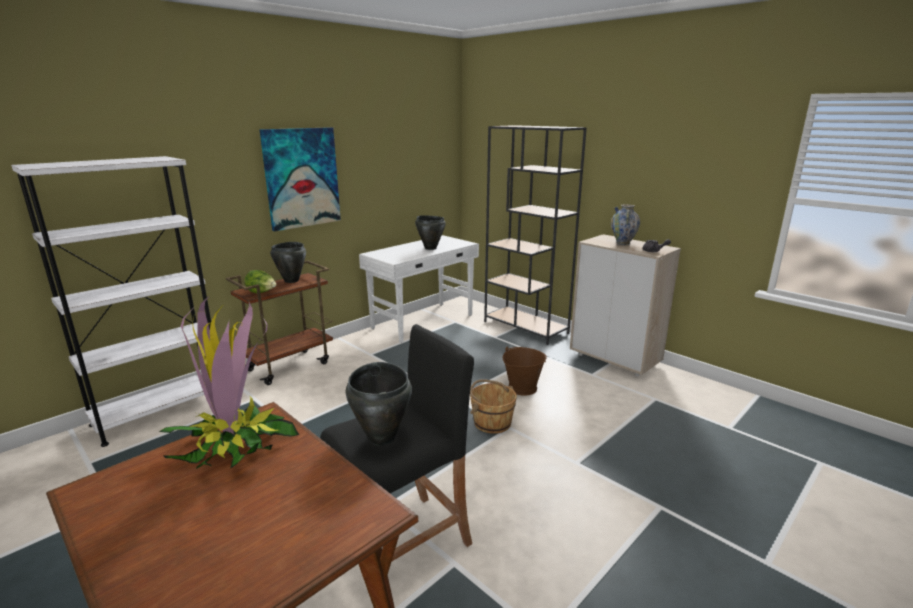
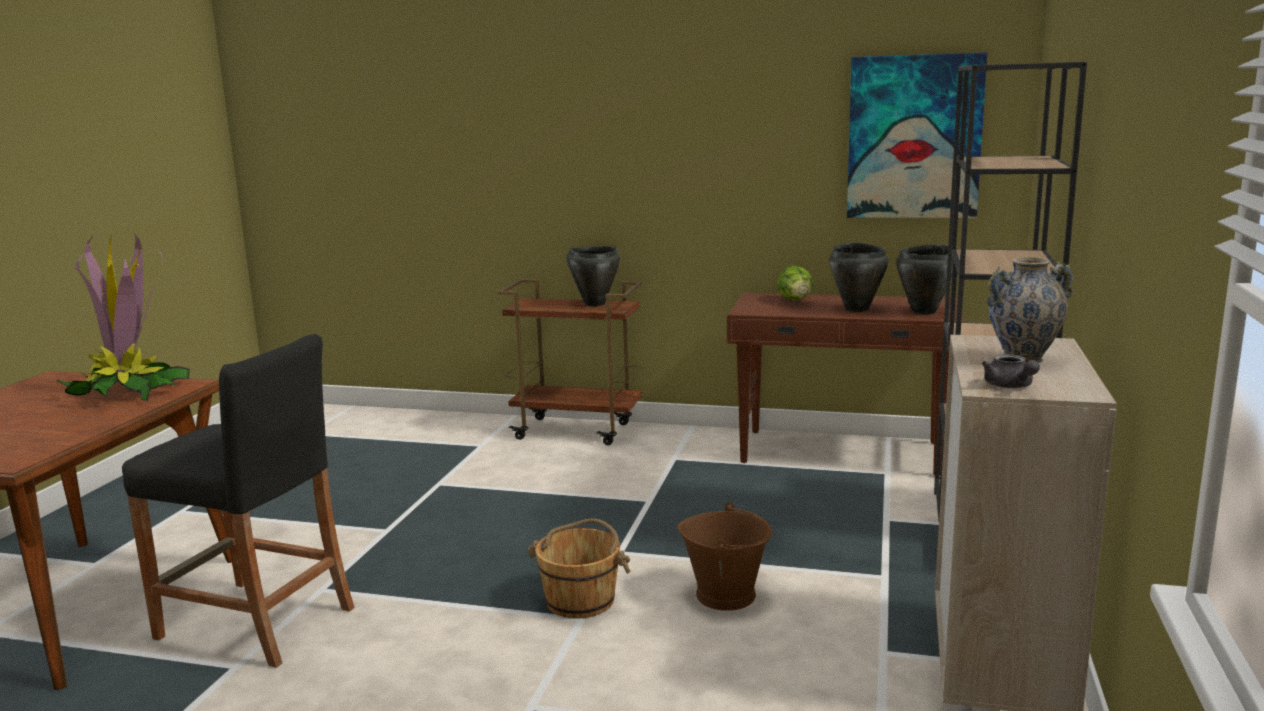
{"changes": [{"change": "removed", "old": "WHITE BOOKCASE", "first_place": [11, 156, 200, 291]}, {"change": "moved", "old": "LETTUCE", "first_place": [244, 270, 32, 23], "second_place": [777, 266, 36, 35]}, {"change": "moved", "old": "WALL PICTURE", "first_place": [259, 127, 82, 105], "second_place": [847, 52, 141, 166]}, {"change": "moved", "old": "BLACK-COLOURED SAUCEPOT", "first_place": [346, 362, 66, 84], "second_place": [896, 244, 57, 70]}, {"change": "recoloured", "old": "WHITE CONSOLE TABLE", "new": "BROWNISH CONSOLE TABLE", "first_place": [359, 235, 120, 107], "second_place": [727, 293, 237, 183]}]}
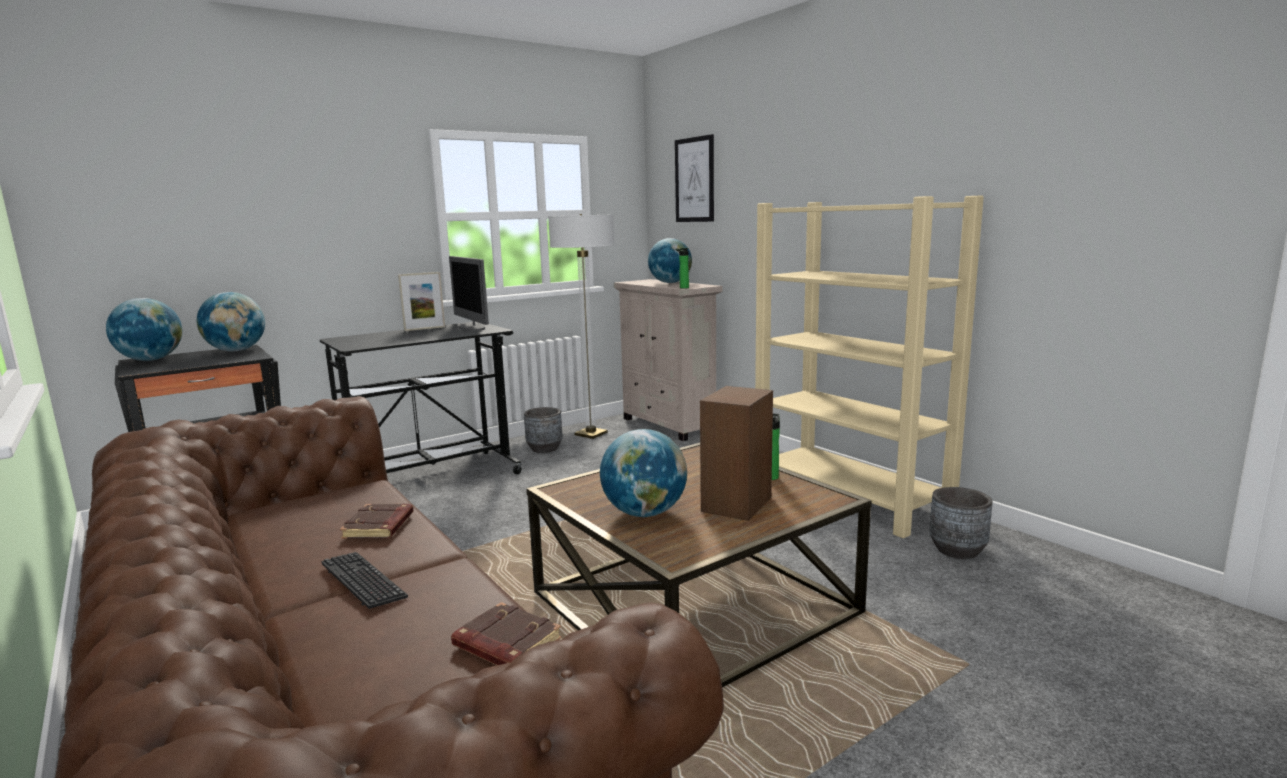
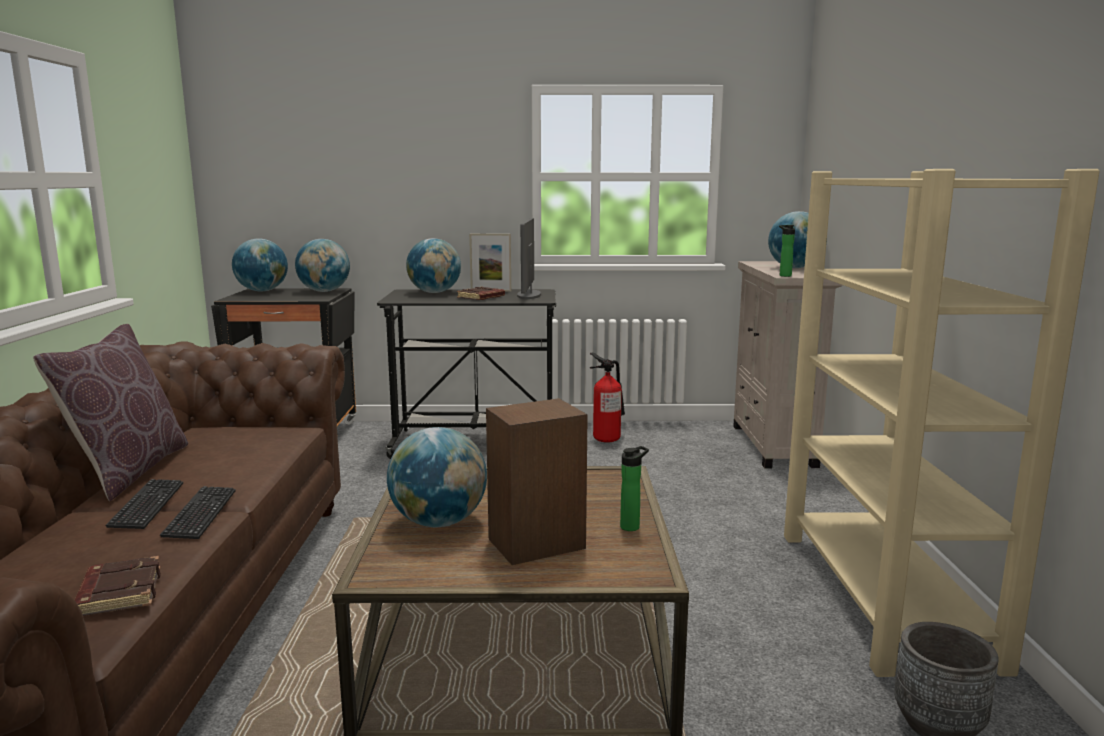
{"changes": [{"change": "moved", "old": "BROWNISH VOLUME", "first_place": [340, 504, 73, 35], "second_place": [457, 287, 48, 13]}, {"change": "replaced", "old": "GREY PLANT POT", "new": "FIRE-FIGHTING CYLINDER", "first_place": [524, 407, 38, 46], "second_place": [590, 353, 35, 90]}, {"change": "removed", "old": "STANDARD LAMP", "first_place": [548, 214, 67, 225]}, {"change": "removed", "old": "WALL PICTURE", "first_place": [675, 134, 39, 88]}, {"change": "added", "new": "BROWNISH PILLOW", "second_place": [33, 324, 155, 177]}, {"change": "added", "new": "COMPUTER KEYBOARD", "second_place": [160, 486, 76, 53]}, {"change": "added", "new": "WORLD GLOBE", "second_place": [406, 238, 55, 55]}]}
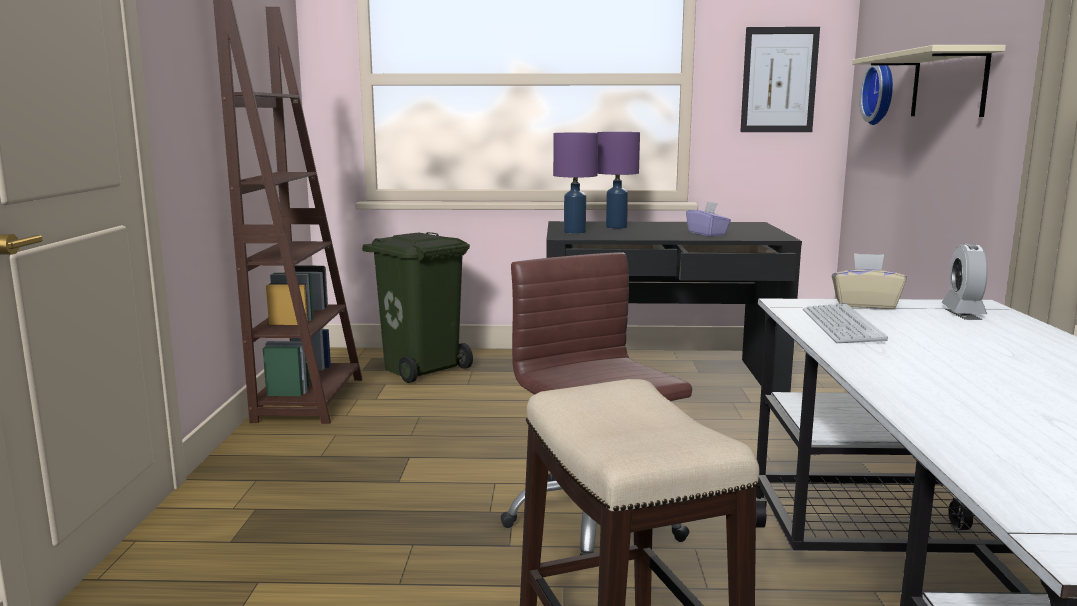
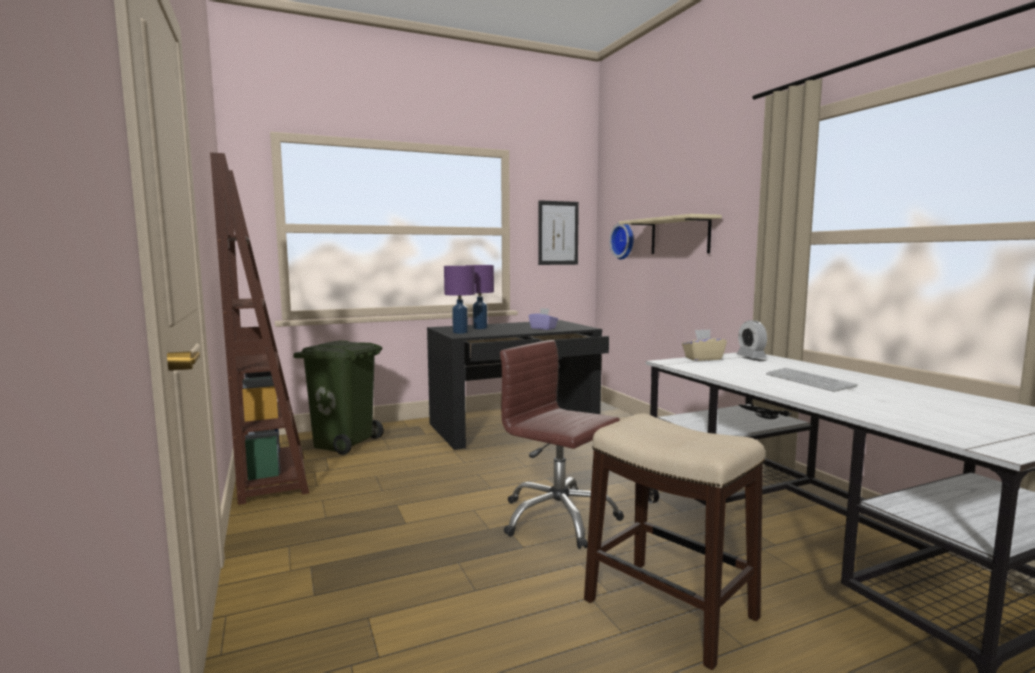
{"changes": [{"change": "moved", "old": "COMPUTER KEYBOARD", "first_place": [803, 303, 85, 40], "second_place": [766, 368, 91, 24]}]}
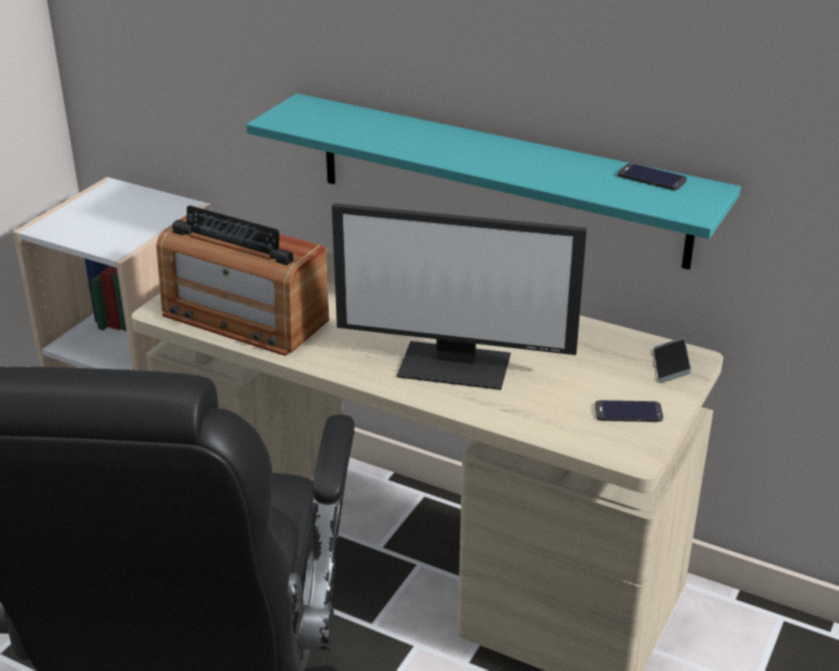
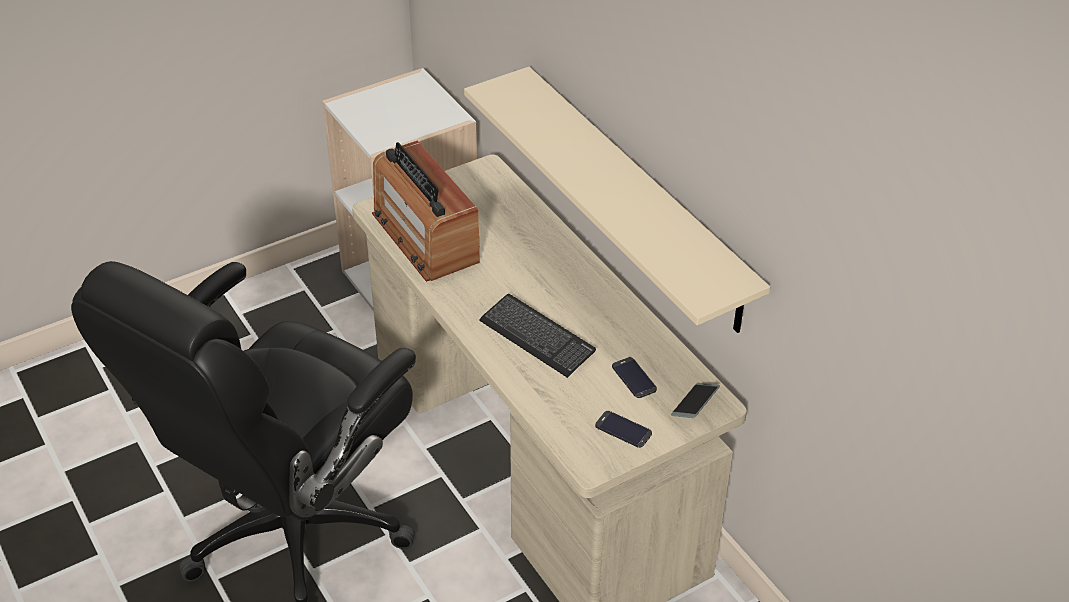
{"changes": [{"change": "recoloured", "old": "BLUE-GREEN SHELF", "new": "SAND-COLOURED SHELF", "first_place": [246, 93, 495, 177], "second_place": [464, 67, 306, 266]}, {"change": "replaced", "old": "MONITOR", "new": "COMPUTER KEYBOARD", "first_place": [332, 203, 255, 187], "second_place": [479, 294, 117, 84]}, {"change": "moved", "old": "HANDSET", "first_place": [618, 163, 69, 27], "second_place": [612, 357, 45, 41]}]}
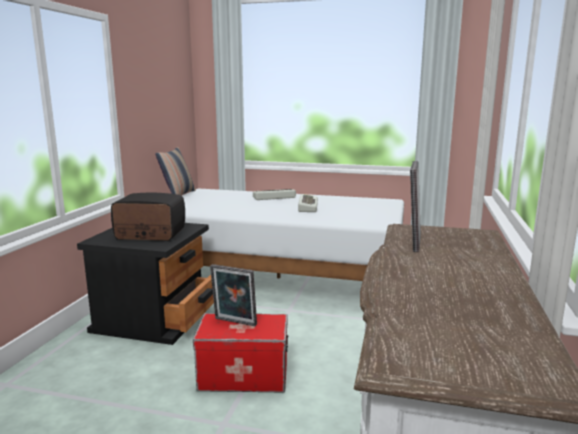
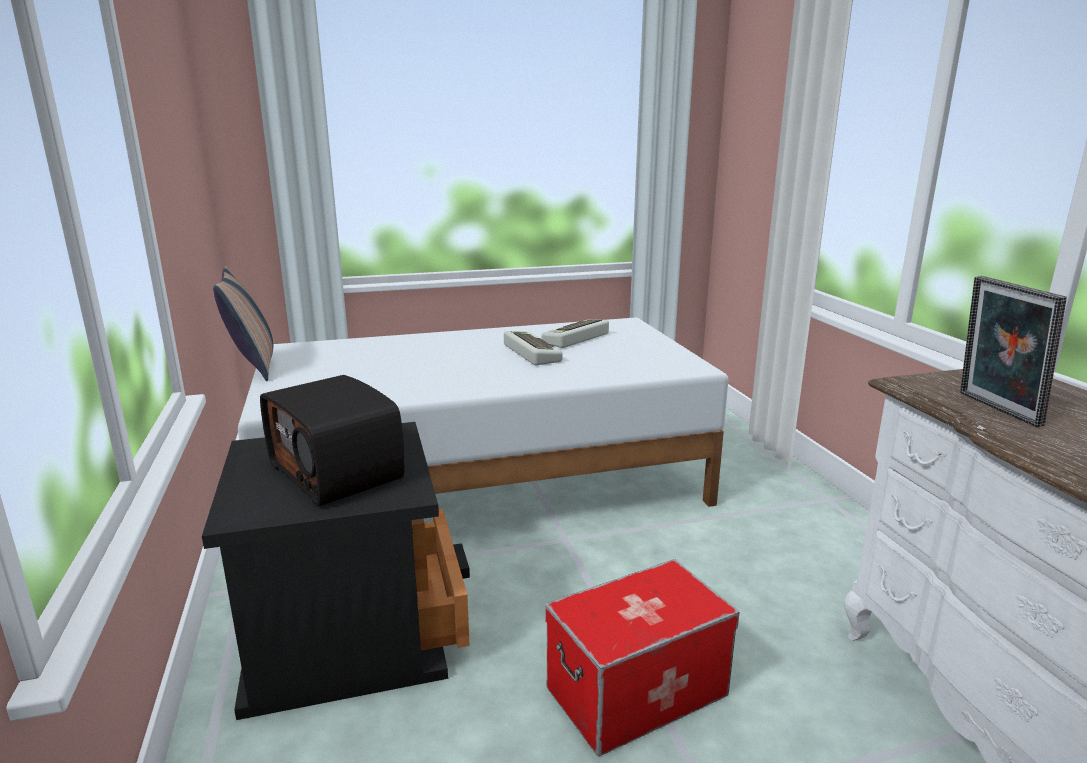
{"changes": [{"change": "turned", "old": "RADIO SET", "first_place": [111, 193, 74, 48], "second_place": [260, 375, 145, 132], "degrees": -105}, {"change": "removed", "old": "PICTURE FRAME", "first_place": [210, 264, 47, 62]}, {"change": "moved", "old": "COMPUTER KEYBOARD", "first_place": [253, 189, 43, 11], "second_place": [541, 319, 68, 29]}]}
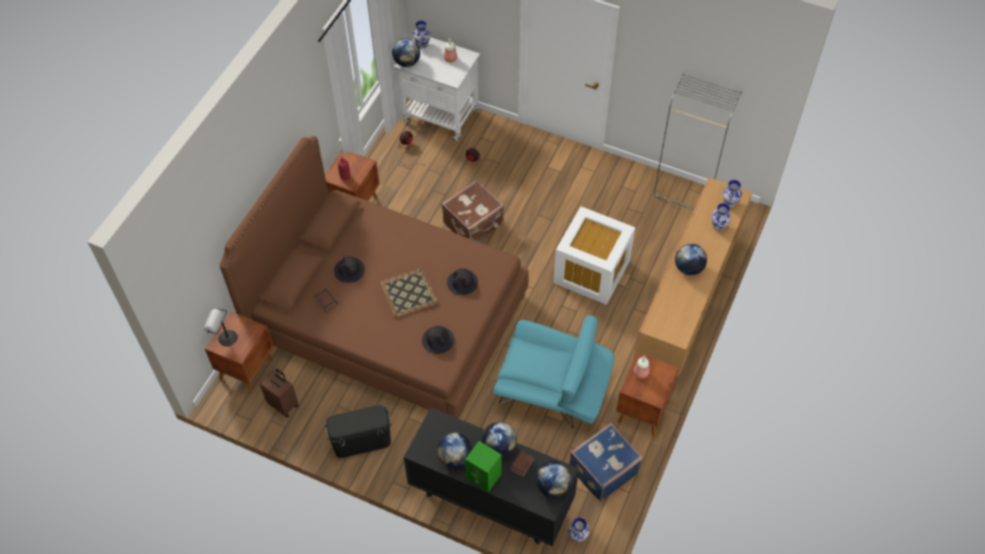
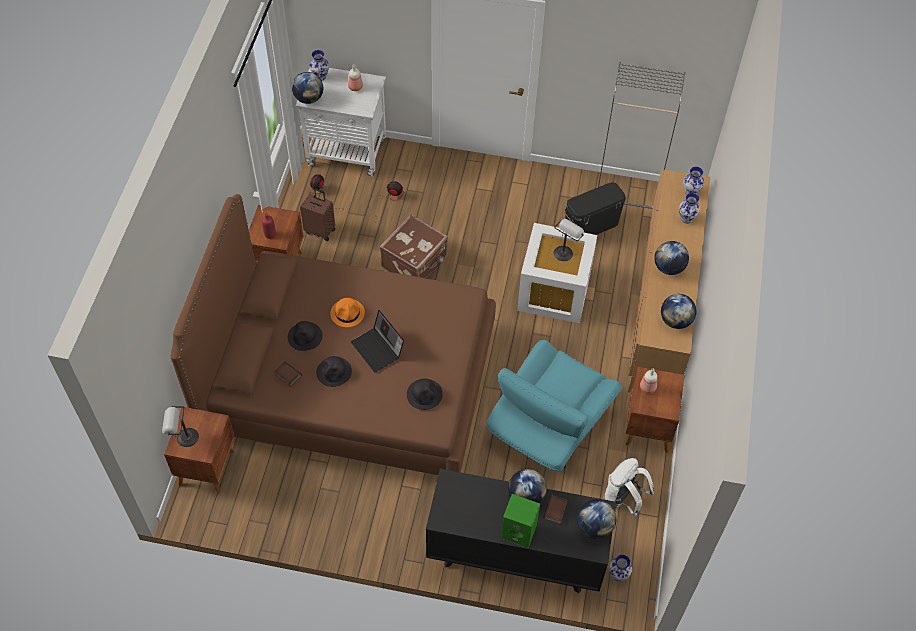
{"changes": [{"change": "moved", "old": "BROWNISH SUITCASE", "first_place": [260, 369, 39, 49], "second_place": [300, 188, 35, 53]}, {"change": "moved", "old": "BLACK-COLOURED STORAGE CONTAINER", "first_place": [325, 405, 67, 53], "second_place": [565, 182, 61, 53]}, {"change": "replaced", "old": "CARRYING TRAY", "new": "NOTEBOOK COMPUTER", "first_place": [380, 268, 58, 50], "second_place": [351, 310, 53, 62]}, {"change": "moved", "old": "WORLD GLOBE", "first_place": [437, 433, 36, 35], "second_place": [661, 294, 35, 35]}, {"change": "moved", "old": "BLACK-COLOURED WEARABLE HAT", "first_place": [447, 268, 31, 27], "second_place": [316, 356, 36, 31]}, {"change": "turned", "old": "BLUE-GREEN ARMCHAIR", "first_place": [493, 315, 121, 113], "second_place": [486, 340, 136, 132], "degrees": 120}, {"change": "replaced", "old": "BLUE SUITCASE", "new": "WHITE KNAPSACK", "first_place": [570, 423, 73, 79], "second_place": [605, 458, 49, 58]}, {"change": "added", "new": "ORANGE WEARABLE HAT", "second_place": [330, 298, 35, 29]}, {"change": "added", "new": "TABLETOP LAMP", "second_place": [554, 219, 30, 42]}]}
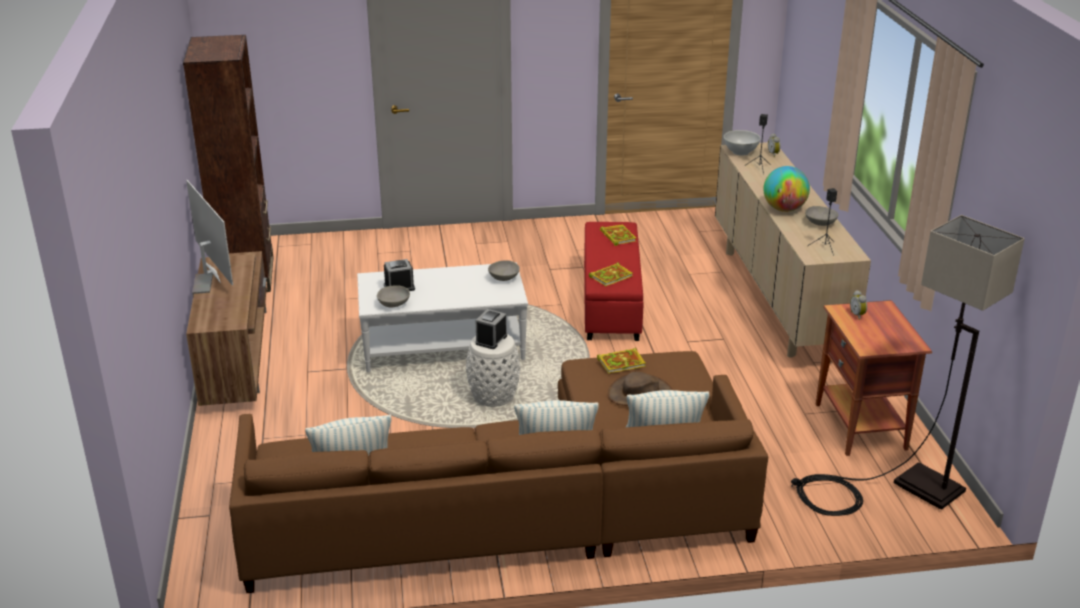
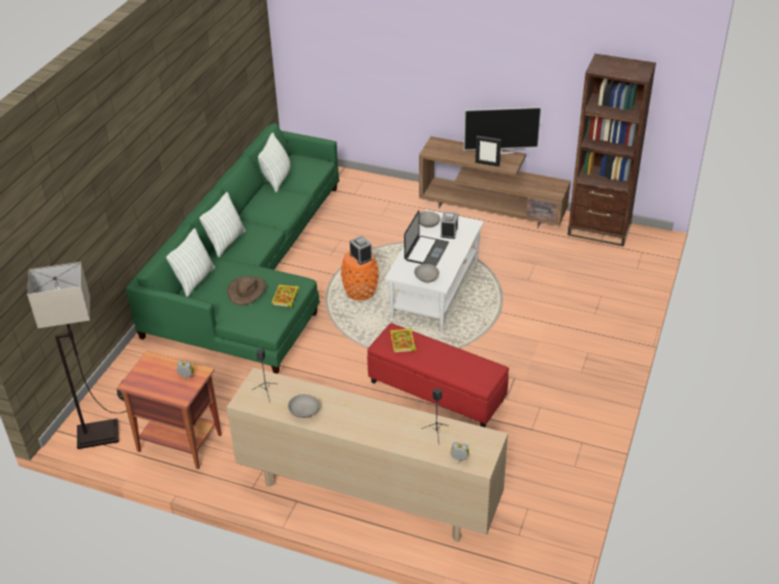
{"changes": [{"change": "recoloured", "old": "BROWNISH SOFA", "new": "GREEN-COLOURED SOFA", "first_place": [229, 351, 539, 242], "second_place": [126, 123, 213, 251]}, {"change": "recoloured", "old": "WHITE SITTING STOOL", "new": "ORANGE SITTING STOOL", "first_place": [466, 334, 54, 73], "second_place": [341, 251, 38, 49]}, {"change": "removed", "old": "VOLUME", "first_place": [600, 224, 36, 22]}, {"change": "removed", "old": "WHITE BOWL", "first_place": [724, 130, 37, 26]}, {"change": "removed", "old": "WORLD GLOBE", "first_place": [763, 166, 47, 46]}, {"change": "added", "new": "NOTEBOOK COMPUTER", "second_place": [404, 210, 45, 57]}, {"change": "added", "new": "PICTURE FRAME", "second_place": [475, 136, 26, 31]}]}
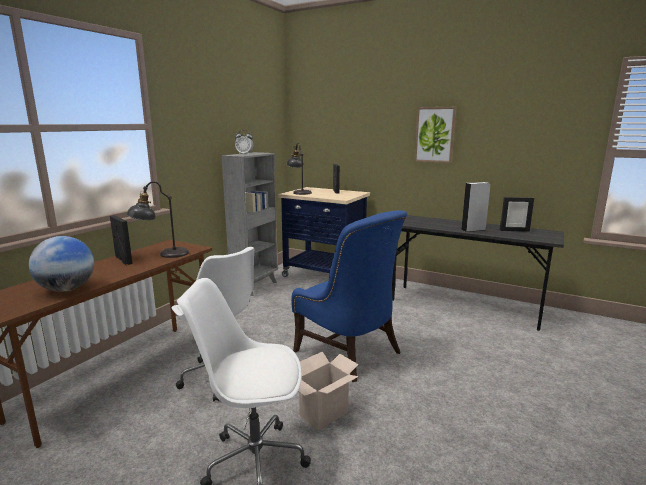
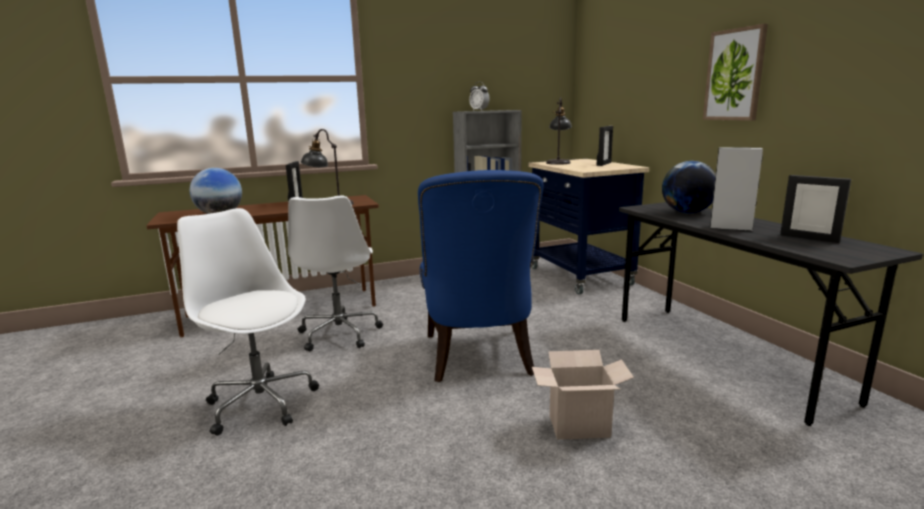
{"changes": [{"change": "moved", "old": "PACKING BOX", "first_place": [298, 352, 61, 78], "second_place": [532, 350, 102, 90]}, {"change": "added", "new": "WORLD GLOBE", "second_place": [662, 161, 54, 52]}]}
